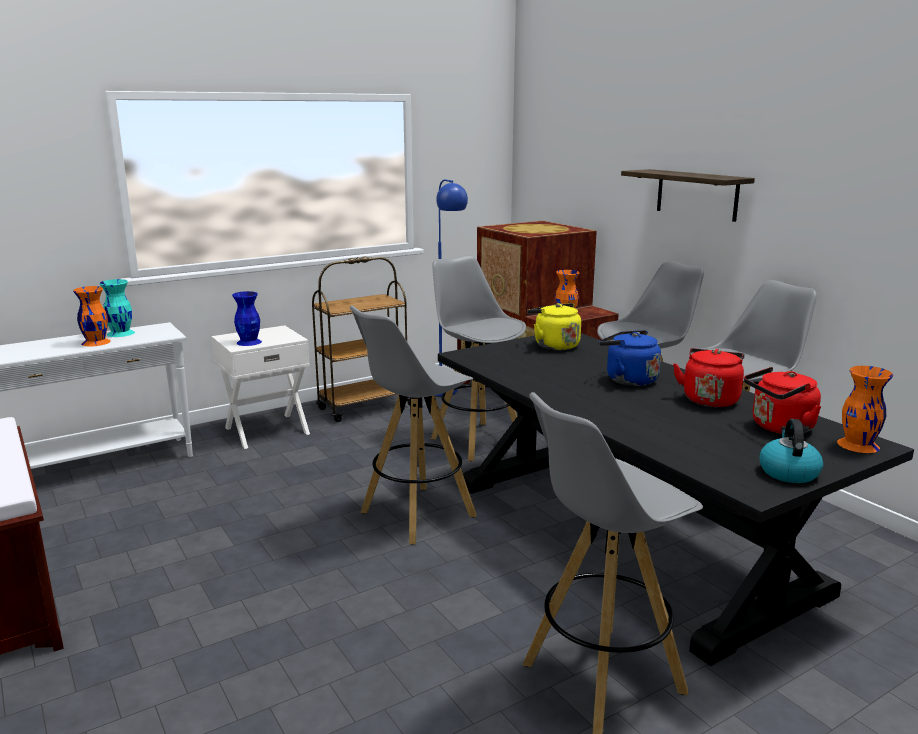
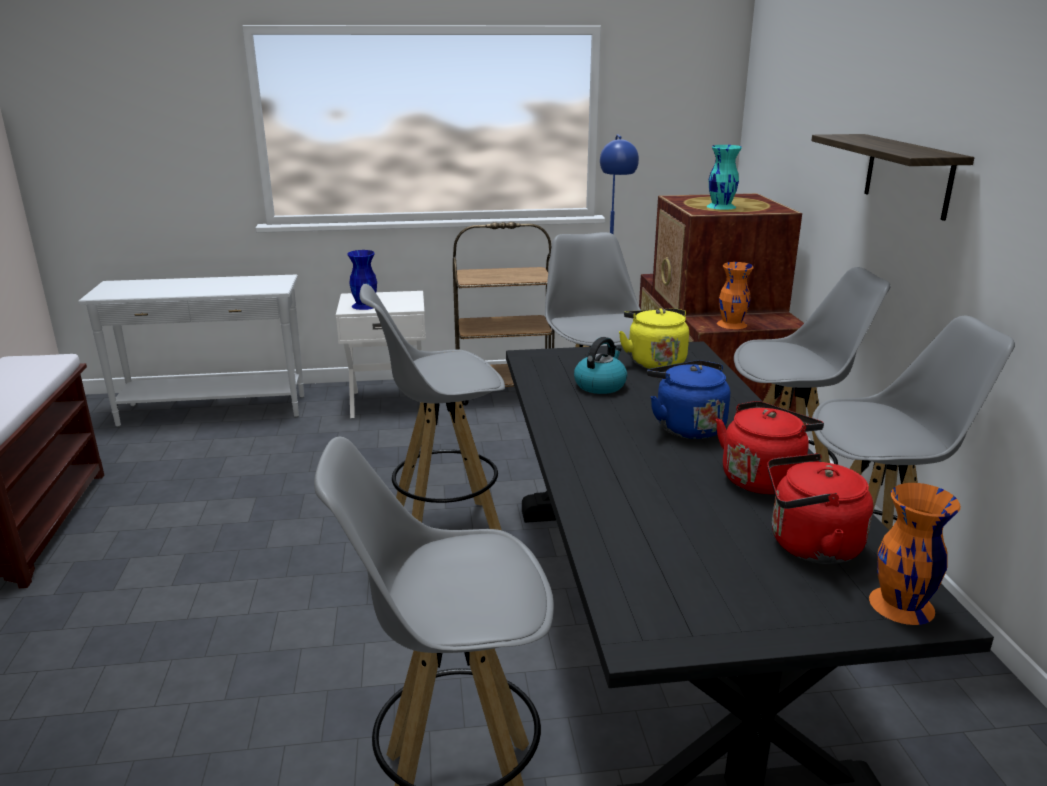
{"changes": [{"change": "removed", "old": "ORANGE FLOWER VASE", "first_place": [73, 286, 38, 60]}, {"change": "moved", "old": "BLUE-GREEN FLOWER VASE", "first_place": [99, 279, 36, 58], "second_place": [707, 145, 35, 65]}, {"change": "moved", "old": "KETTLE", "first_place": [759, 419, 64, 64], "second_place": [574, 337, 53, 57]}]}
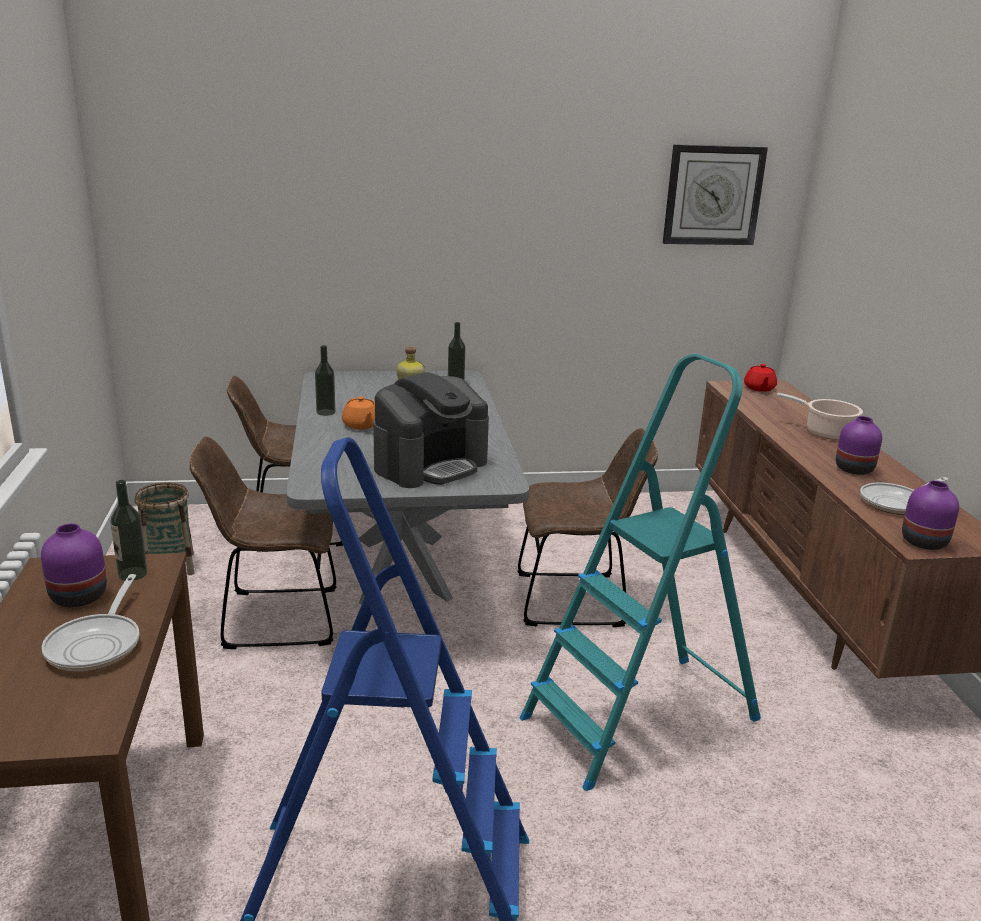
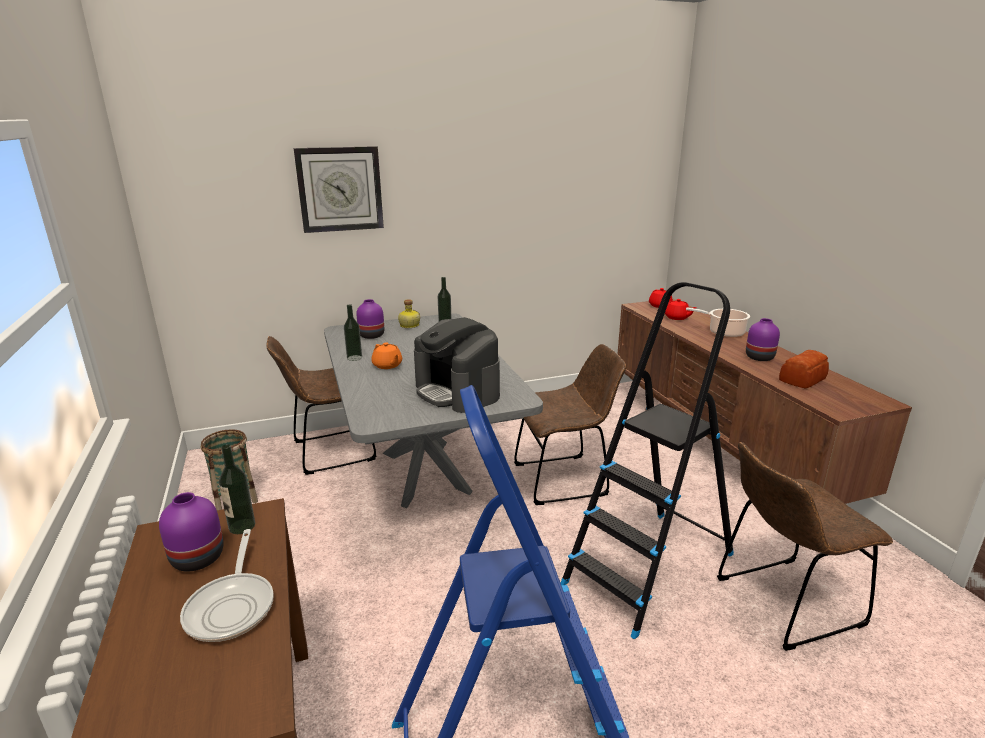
{"changes": [{"change": "moved", "old": "BROWNISH UPRIGHT CHAIR", "first_place": [190, 436, 147, 213], "second_place": [717, 442, 176, 209]}, {"change": "turned", "old": "COFFEE BREWER", "first_place": [373, 372, 116, 116], "second_place": [414, 317, 86, 96], "degrees": 105}, {"change": "recoloured", "old": "BLUE-GREEN STEP STOOL", "new": "BLACK-COLOURED STEP STOOL", "first_place": [520, 354, 241, 437], "second_place": [561, 282, 173, 357]}, {"change": "moved", "old": "HANGING CLOCK", "first_place": [663, 144, 105, 101], "second_place": [294, 146, 90, 87]}, {"change": "replaced", "old": "PAN", "new": "BREAD", "first_place": [860, 477, 89, 38], "second_place": [779, 350, 50, 38]}, {"change": "moved", "old": "PURPLE FLOWER VASE", "first_place": [902, 480, 57, 70], "second_place": [356, 299, 28, 40]}, {"change": "added", "new": "REDDISH TEAPOT", "second_place": [665, 299, 32, 21]}]}
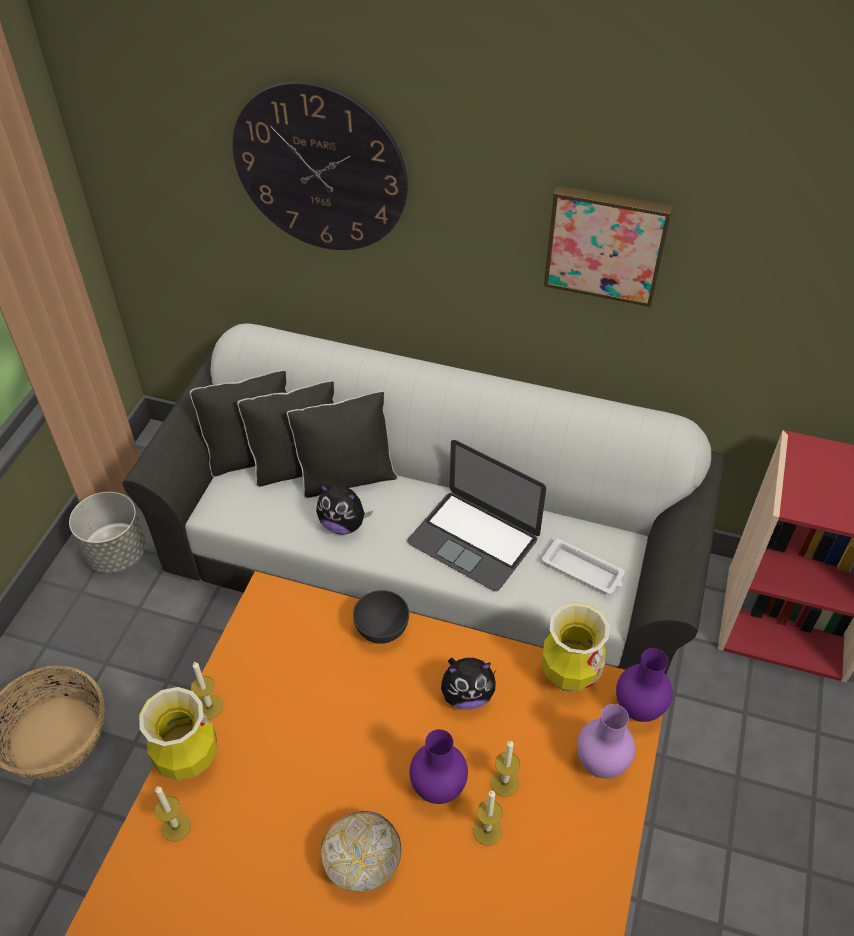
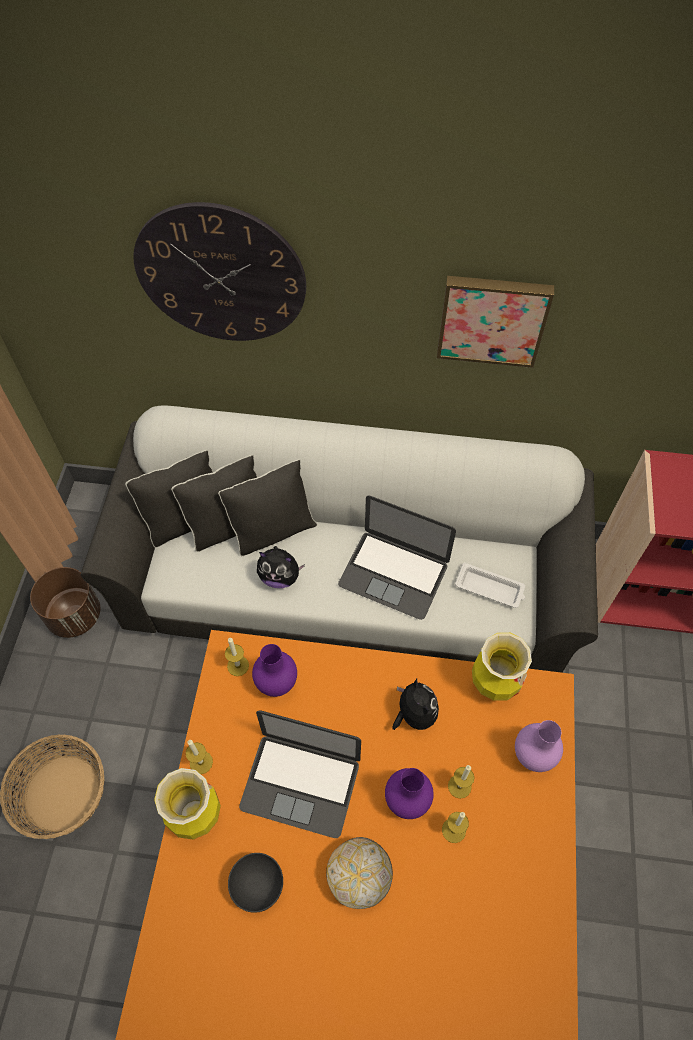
{"changes": [{"change": "recoloured", "old": "GREY PLANT POT", "new": "BROWNISH PLANT POT", "first_place": [69, 492, 77, 81], "second_place": [30, 567, 70, 71]}, {"change": "moved", "old": "WAX CANDLE", "first_place": [154, 787, 37, 55], "second_place": [225, 638, 24, 38]}, {"change": "moved", "old": "GREY BOWL", "first_place": [353, 590, 56, 54], "second_place": [228, 853, 55, 60]}, {"change": "turned", "old": "SOFT TOY", "first_place": [441, 658, 56, 52], "second_place": [392, 679, 47, 51], "degrees": -90}, {"change": "moved", "old": "PURPLE FLOWER VASE", "first_place": [616, 648, 57, 74], "second_place": [252, 644, 45, 53]}, {"change": "added", "new": "NOTEBOOK COMPUTER", "second_place": [239, 710, 122, 128]}]}
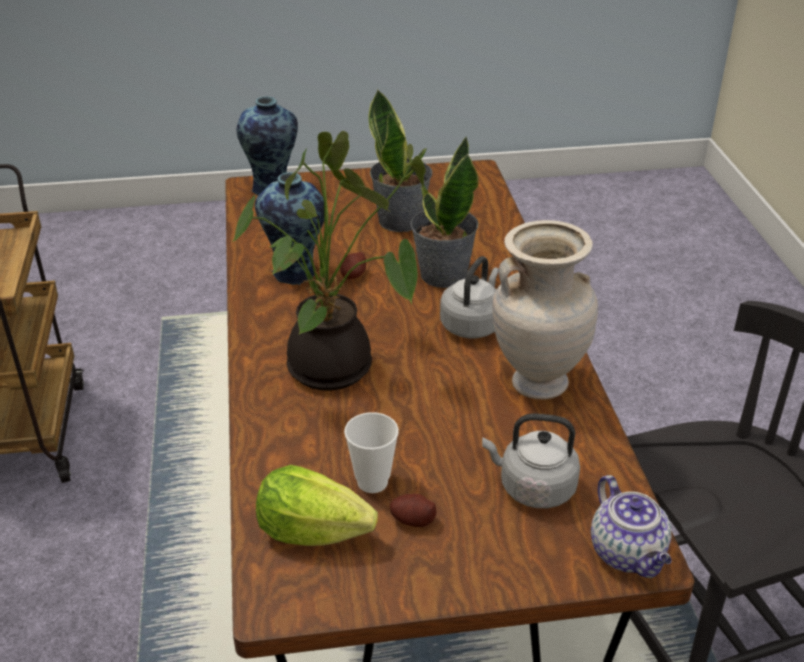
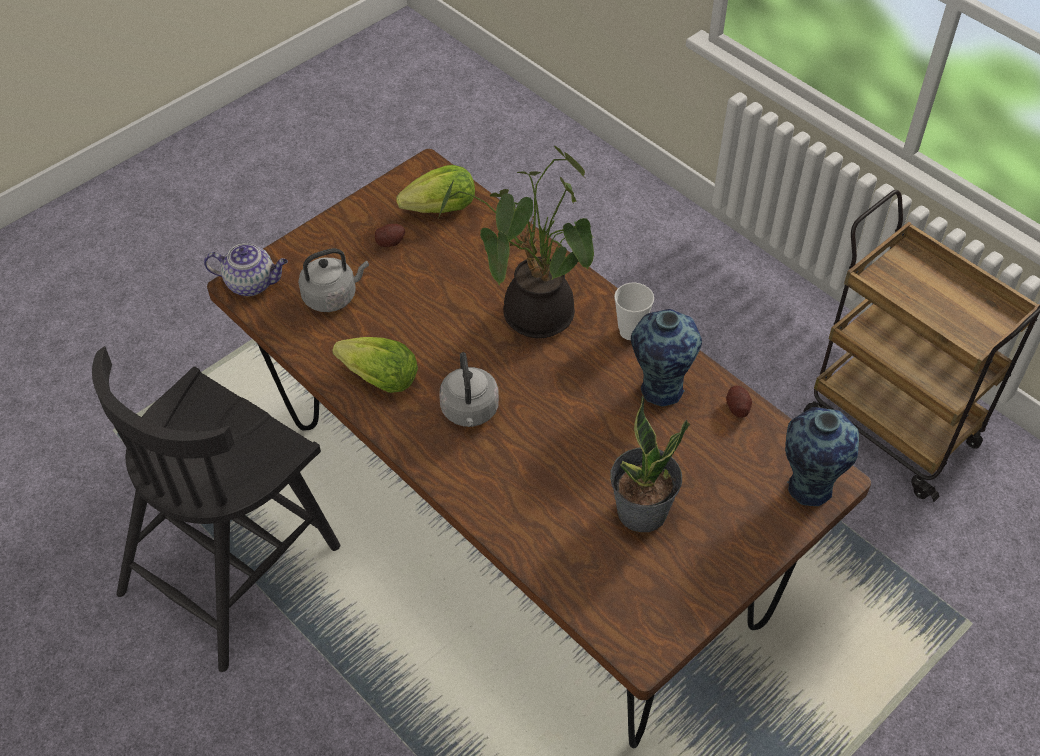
{"changes": [{"change": "moved", "old": "WHOLE POTATO", "first_place": [340, 252, 27, 27], "second_place": [726, 385, 26, 33]}, {"change": "moved", "old": "SMALL CUP", "first_place": [344, 412, 55, 81], "second_place": [614, 283, 40, 57]}, {"change": "removed", "old": "HOUSEPLANT", "first_place": [410, 136, 69, 152]}, {"change": "replaced", "old": "SAND-COLOURED FLOWER VASE", "new": "LETTUCE", "first_place": [492, 220, 106, 179], "second_place": [332, 337, 86, 56]}, {"change": "turned", "old": "TEAPOT", "first_place": [591, 475, 81, 103], "second_place": [204, 243, 84, 53], "degrees": 150}]}
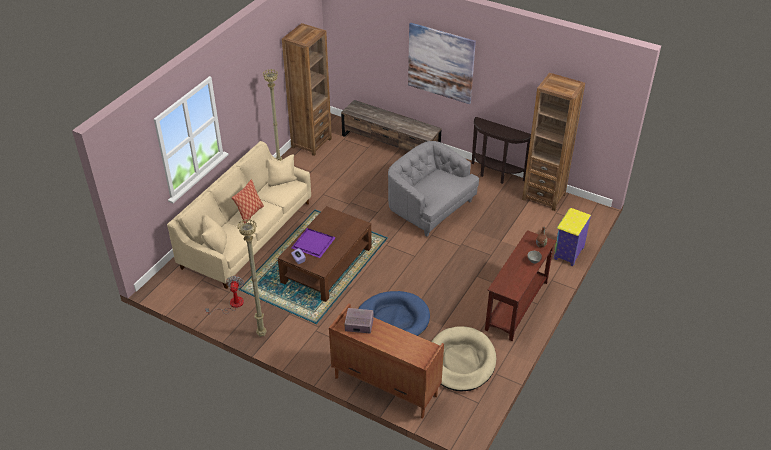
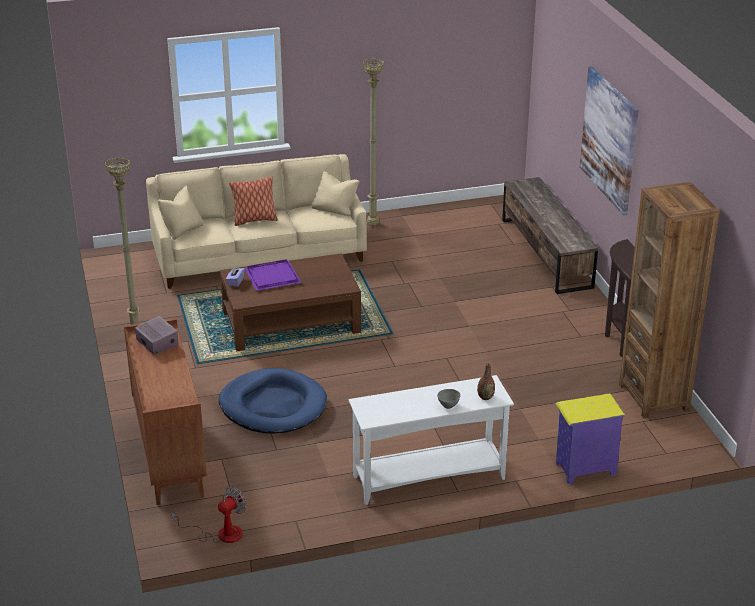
{"changes": [{"change": "moved", "old": "FAN", "first_place": [205, 276, 39, 39], "second_place": [171, 487, 76, 56]}, {"change": "removed", "old": "BROWNISH BOOKCASE", "first_place": [282, 23, 50, 133]}, {"change": "removed", "old": "GREY ARMCHAIR", "first_place": [388, 141, 91, 96]}, {"change": "removed", "old": "SAND-COLOURED DOG CUSHION", "first_place": [431, 326, 65, 65]}, {"change": "recoloured", "old": "BROWNISH CONSOLE TABLE", "new": "WHITE CONSOLE TABLE", "first_place": [485, 230, 71, 111], "second_place": [348, 375, 166, 130]}]}
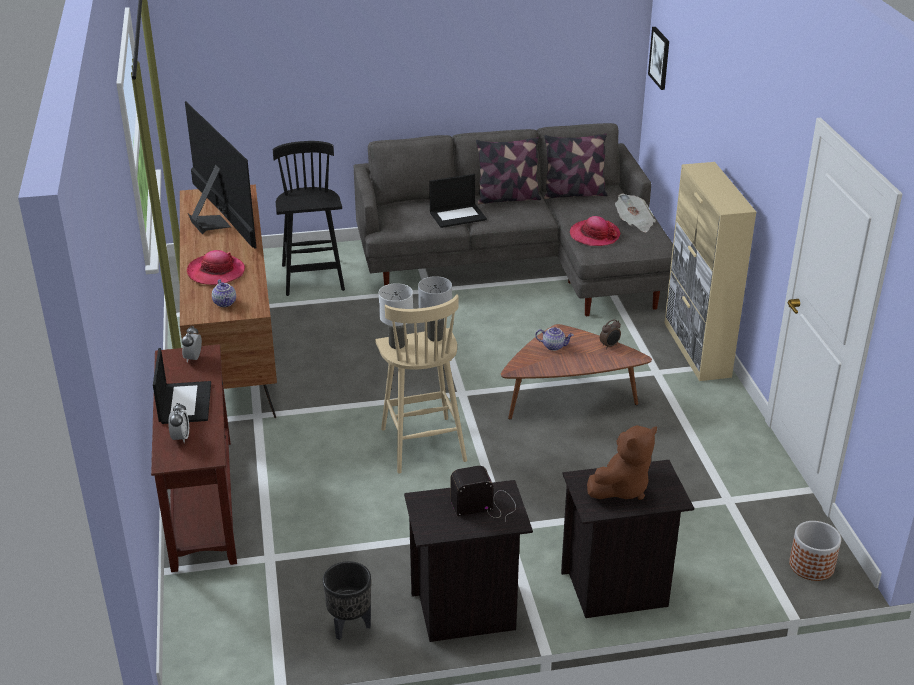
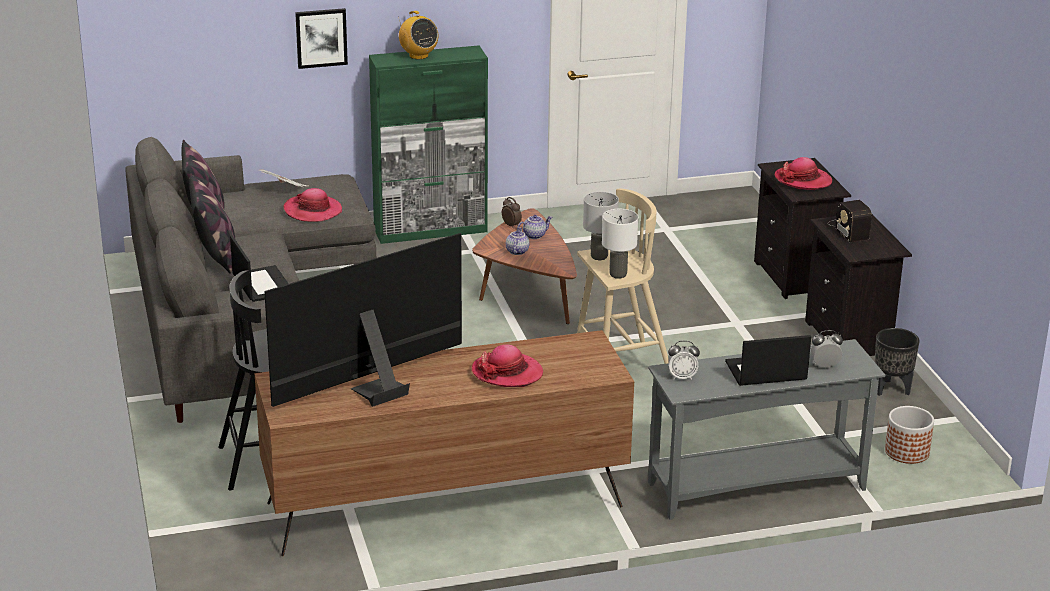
{"changes": [{"change": "recoloured", "old": "BROWNISH CONSOLE TABLE", "new": "GREY CONSOLE TABLE", "first_place": [151, 344, 86, 228], "second_place": [648, 339, 237, 181]}, {"change": "moved", "old": "TEAPOT", "first_place": [212, 279, 24, 28], "second_place": [517, 215, 35, 24]}, {"change": "replaced", "old": "BROWNISH SOFT TOY", "new": "WEARABLE HAT", "first_place": [587, 425, 70, 75], "second_place": [774, 157, 58, 33]}, {"change": "moved", "old": "WALL PICTURE", "first_place": [648, 27, 21, 63], "second_place": [295, 8, 53, 61]}, {"change": "recoloured", "old": "SAND-COLOURED STORAGE CABINET", "new": "GREEN-COLOURED STORAGE CABINET", "first_place": [664, 162, 92, 219], "second_place": [369, 46, 119, 198]}, {"change": "moved", "old": "PLANT POT", "first_place": [789, 521, 52, 60], "second_place": [885, 406, 49, 58]}, {"change": "added", "new": "RADIO SET", "second_place": [398, 11, 40, 49]}]}
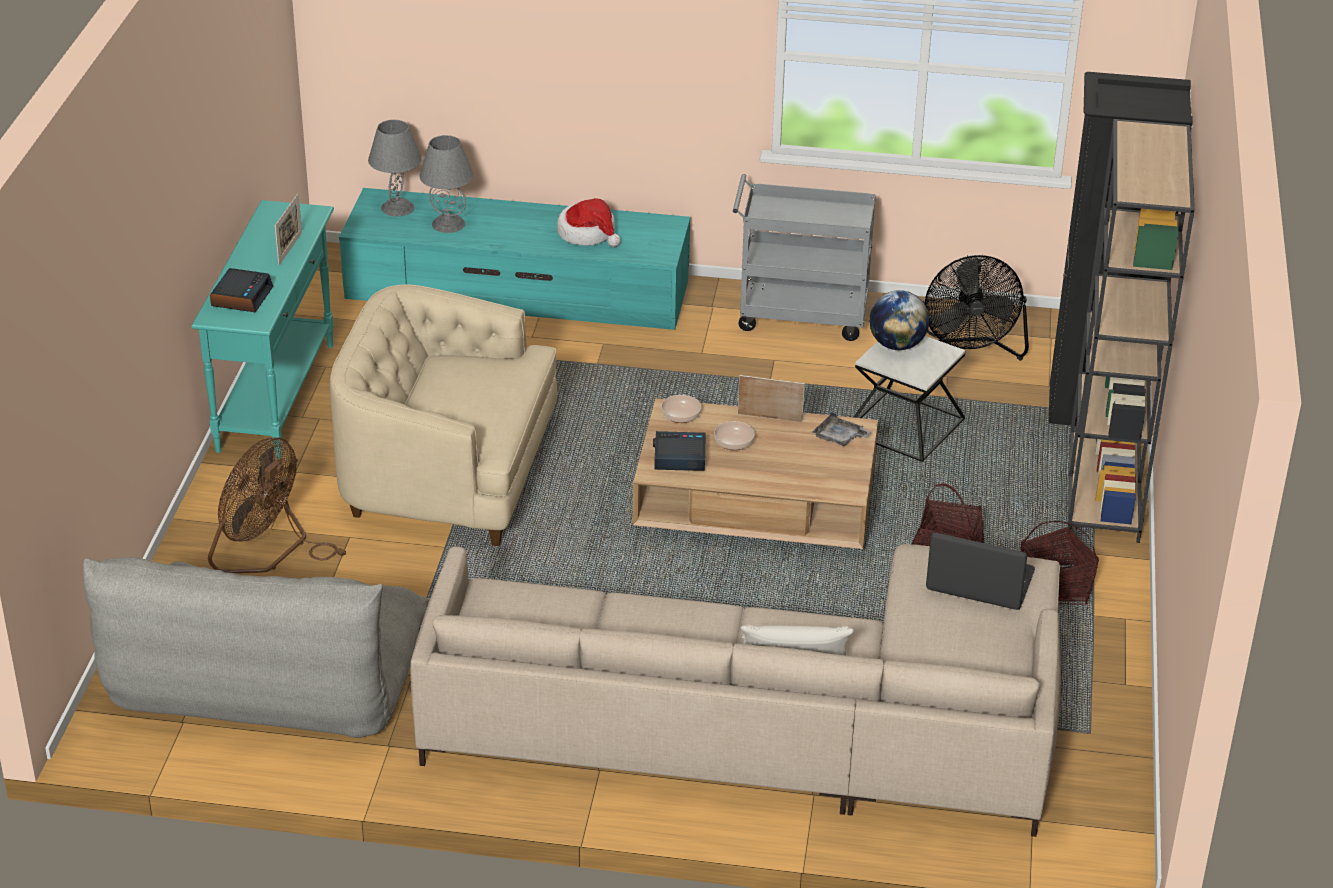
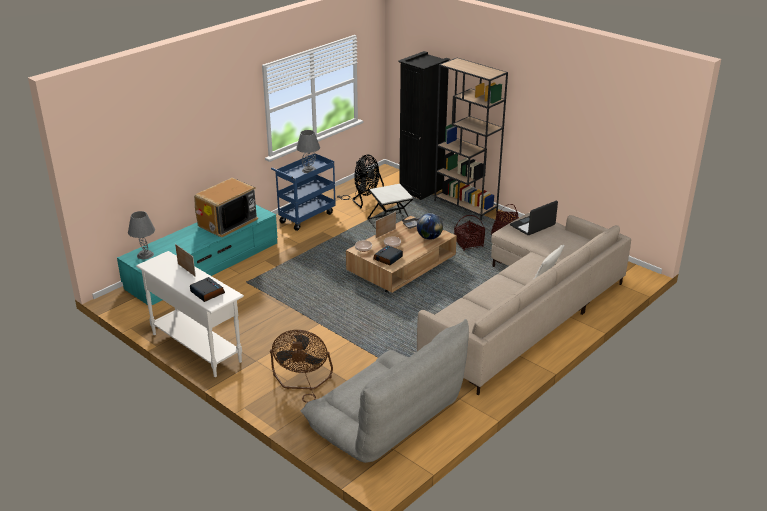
{"changes": [{"change": "recoloured", "old": "BLUE-GREEN CONSOLE TABLE", "new": "WHITE CONSOLE TABLE", "first_place": [191, 200, 143, 259], "second_place": [136, 251, 108, 126]}, {"change": "turned", "old": "BROWNISH FAN", "first_place": [208, 437, 138, 136], "second_place": [270, 330, 63, 73], "degrees": 120}, {"change": "removed", "old": "SAND-COLOURED ARMCHAIR", "first_place": [330, 284, 227, 262]}, {"change": "moved", "old": "GREY TABLETOP LAMP", "first_place": [419, 135, 54, 98], "second_place": [296, 130, 24, 43]}, {"change": "replaced", "old": "WEARABLE HAT", "new": "TELEVISION", "first_place": [557, 198, 64, 49], "second_place": [194, 178, 64, 60]}, {"change": "recoloured", "old": "GREY CART", "new": "BLUE CART", "first_place": [733, 174, 143, 167], "second_place": [271, 154, 65, 77]}, {"change": "moved", "old": "WORLD GLOBE", "first_place": [869, 290, 60, 60], "second_place": [417, 213, 26, 27]}]}
